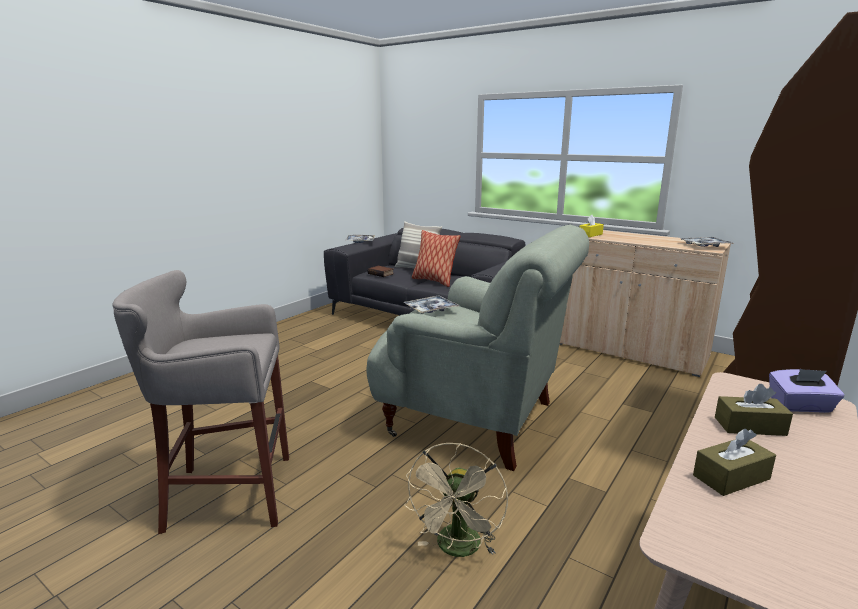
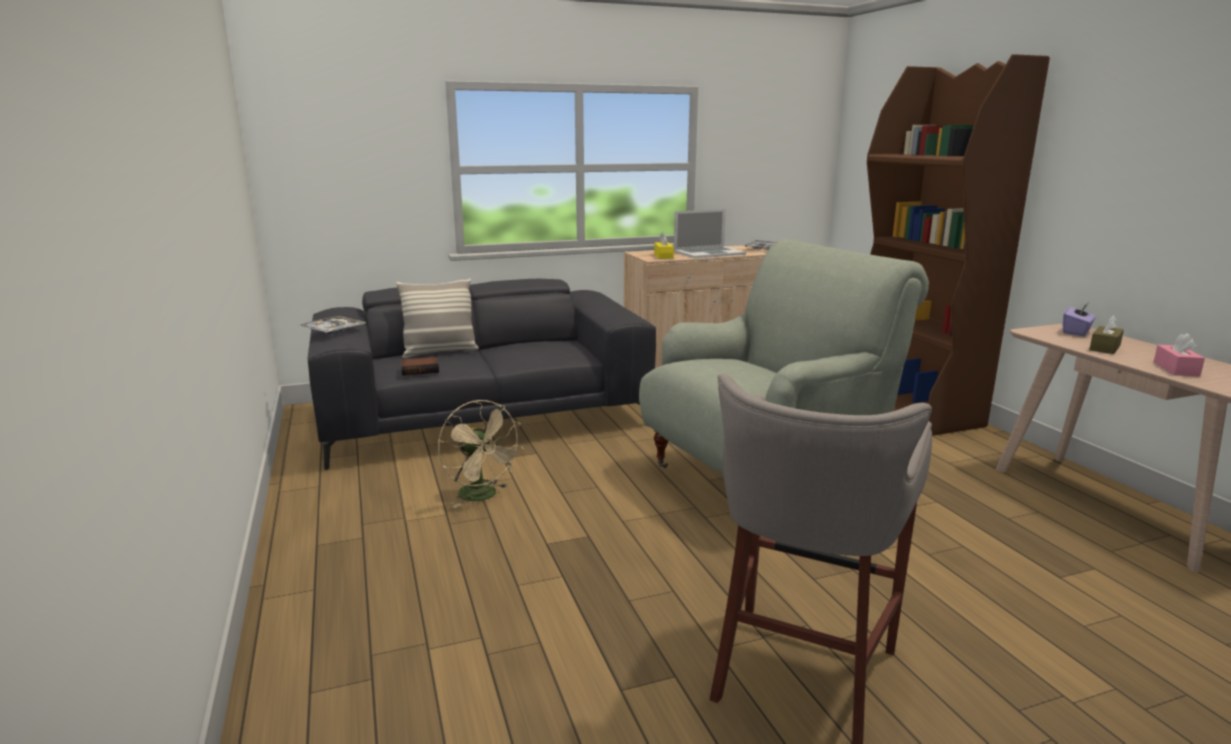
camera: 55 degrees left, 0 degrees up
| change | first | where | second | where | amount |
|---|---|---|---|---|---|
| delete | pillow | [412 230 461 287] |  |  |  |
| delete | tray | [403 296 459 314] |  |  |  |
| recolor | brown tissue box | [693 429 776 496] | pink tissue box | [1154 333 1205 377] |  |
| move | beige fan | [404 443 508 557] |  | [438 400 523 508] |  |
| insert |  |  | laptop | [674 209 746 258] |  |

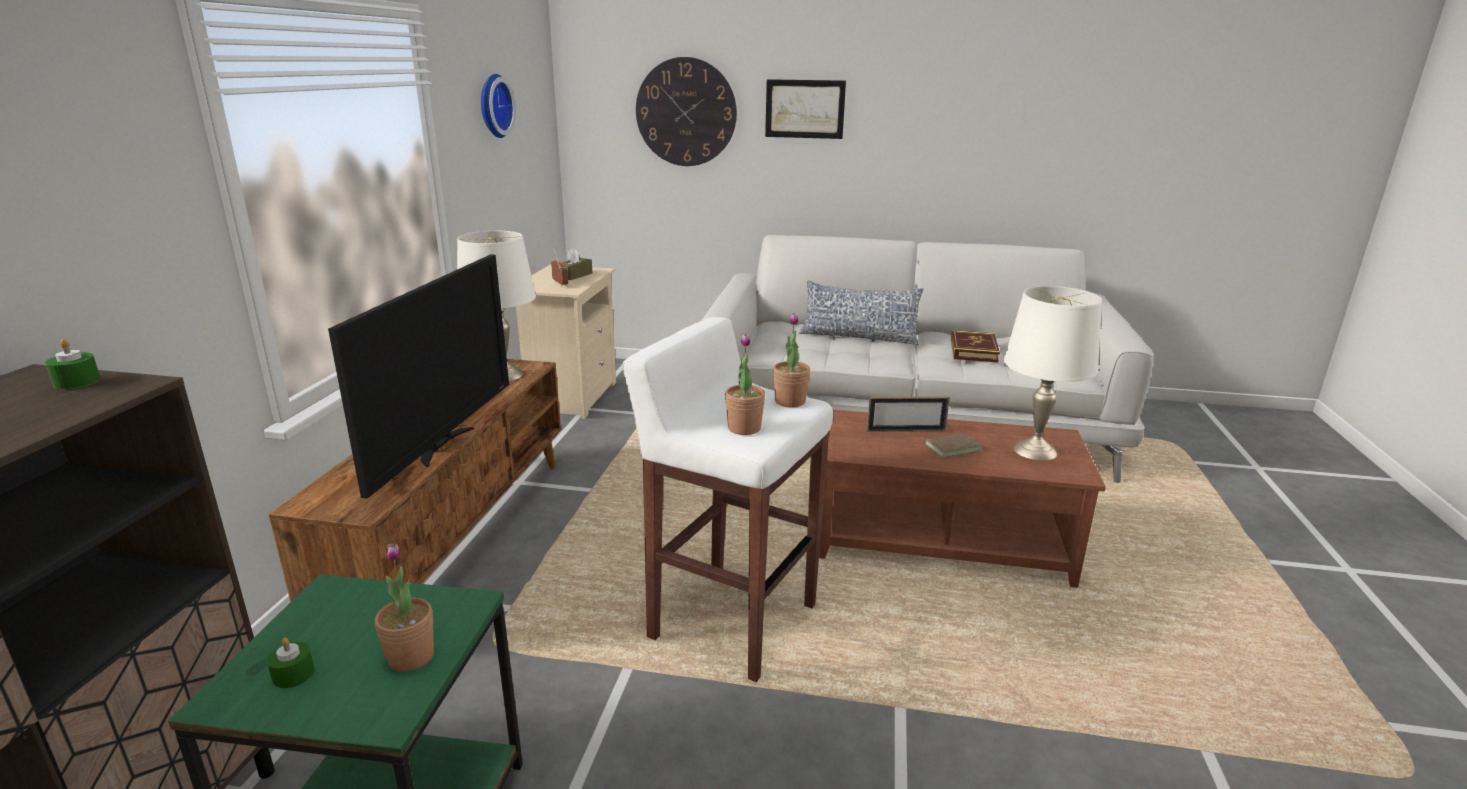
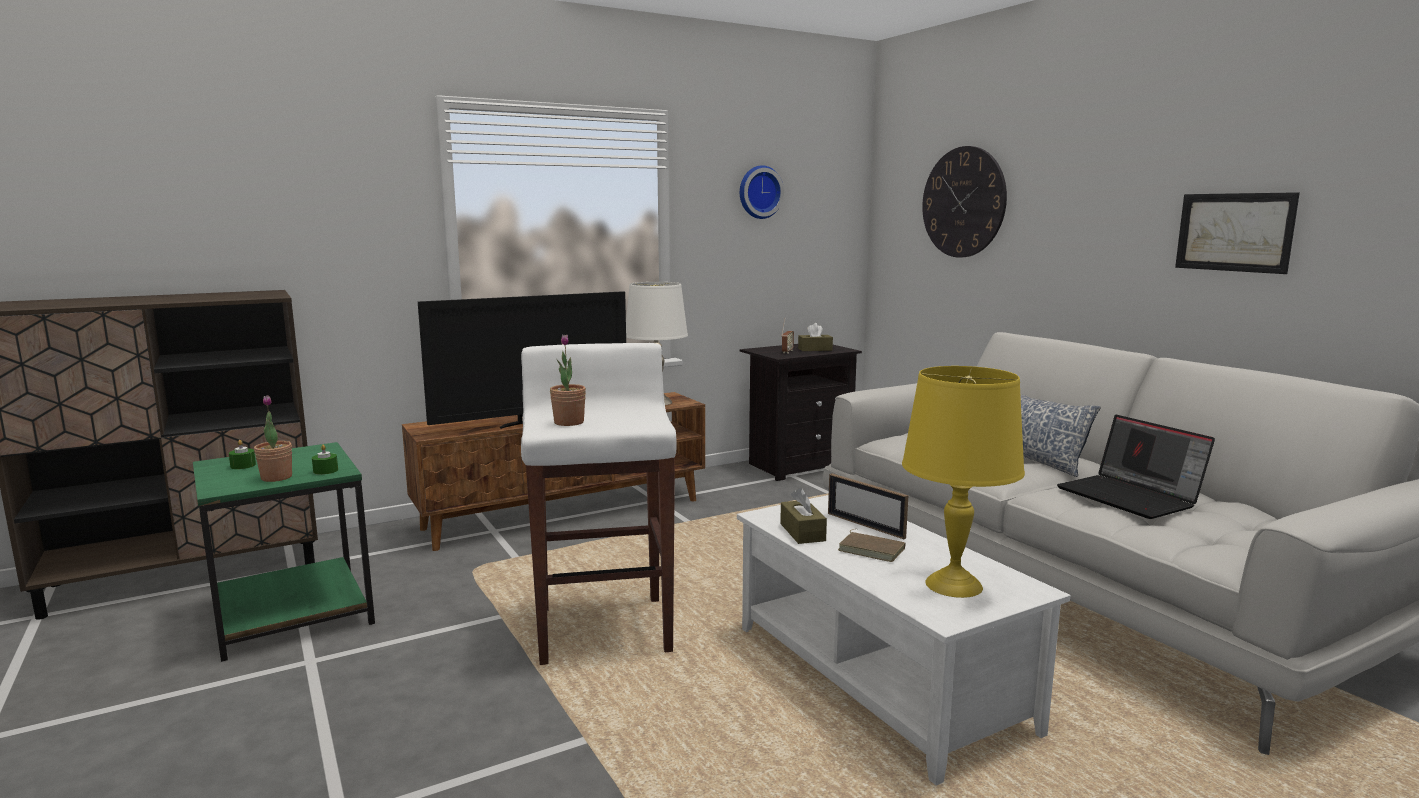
camera: 50 degrees right, 10 degrees down
| change | first | where | second | where | amount |
|---|---|---|---|---|---|
| move | picture | [765 79 846 139] |  | [1175 192 1300 274] |  |
| recolor | beige nightstand | [516 265 616 419] | black nightstand | [740 344 862 481] |  |
| recolor | white table lamp | [1004 286 1102 461] | yellow table lamp | [902 366 1025 598] |  |
| delete | potted plant | [773 313 810 407] |  |  |  |
| replace | book | [951 330 1000 362] | laptop | [1057 415 1215 519] |  |
| move | green candle | [45 339 101 389] |  | [312 445 338 475] |  |
| recolor | brown coffee table | [819 410 1106 588] | white coffee table | [737 495 1070 785] |  |
| insert |  |  | brown tissue box | [780 488 827 544] |  |

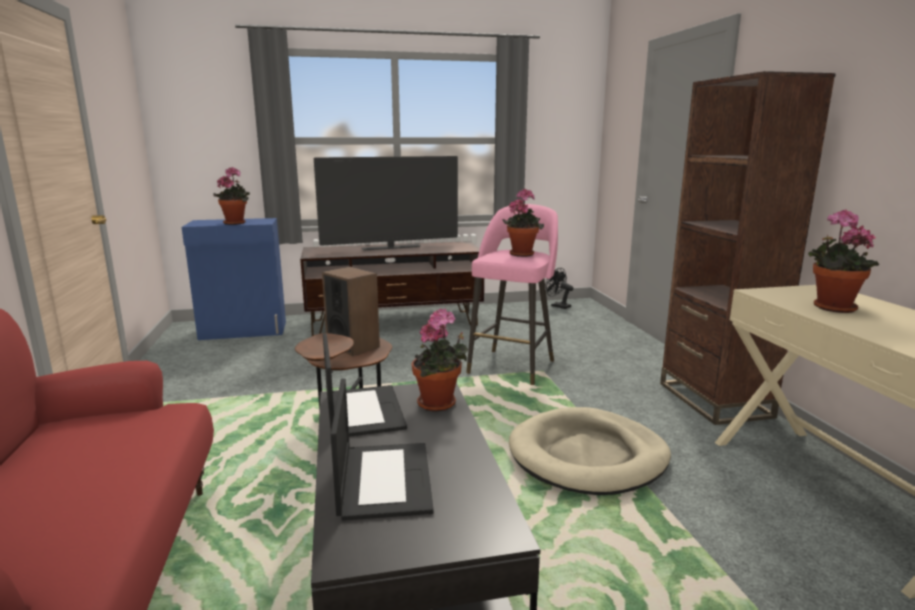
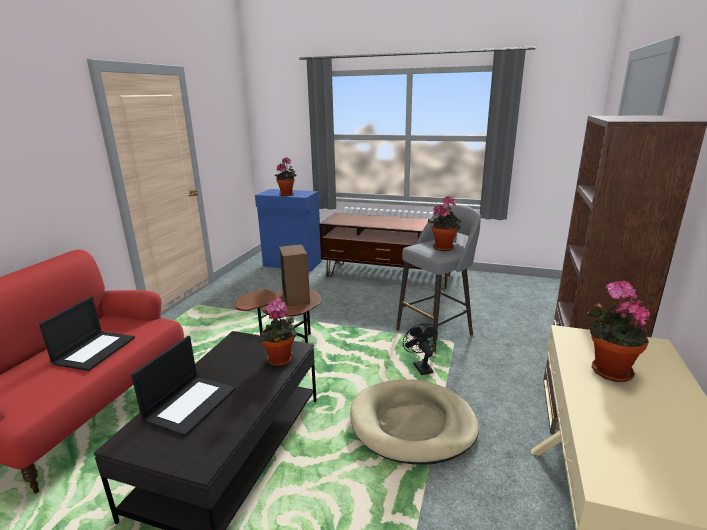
camera: 30 degrees right, 5 degrees up
| change | first | where | second | where | amount |
|---|---|---|---|---|---|
| delete | television | [314 156 458 250] |  |  |  |
| recolor | pink stool | [466 204 558 385] | grey stool | [396 205 481 352] |  |
| move | black fan | [546 268 573 309] |  | [403 323 438 375] |  |
| move | laptop | [323 334 407 437] |  | [39 297 135 371] |  |

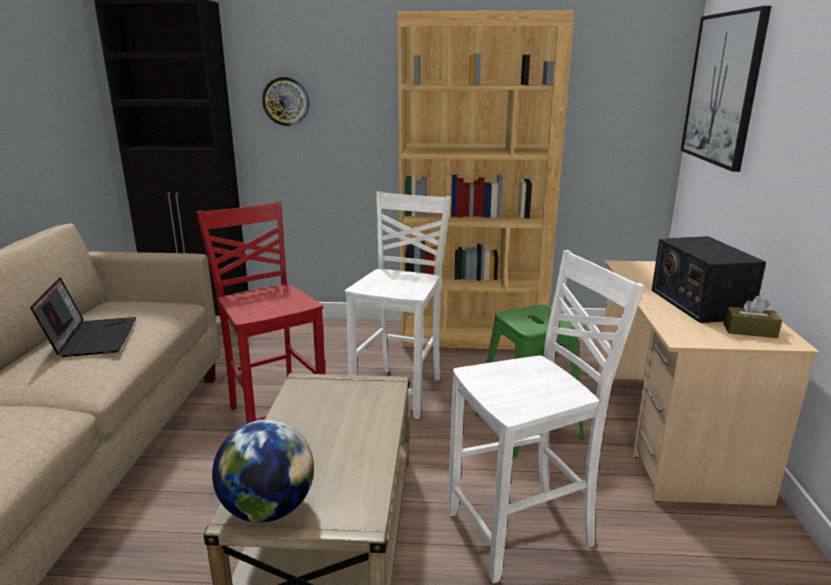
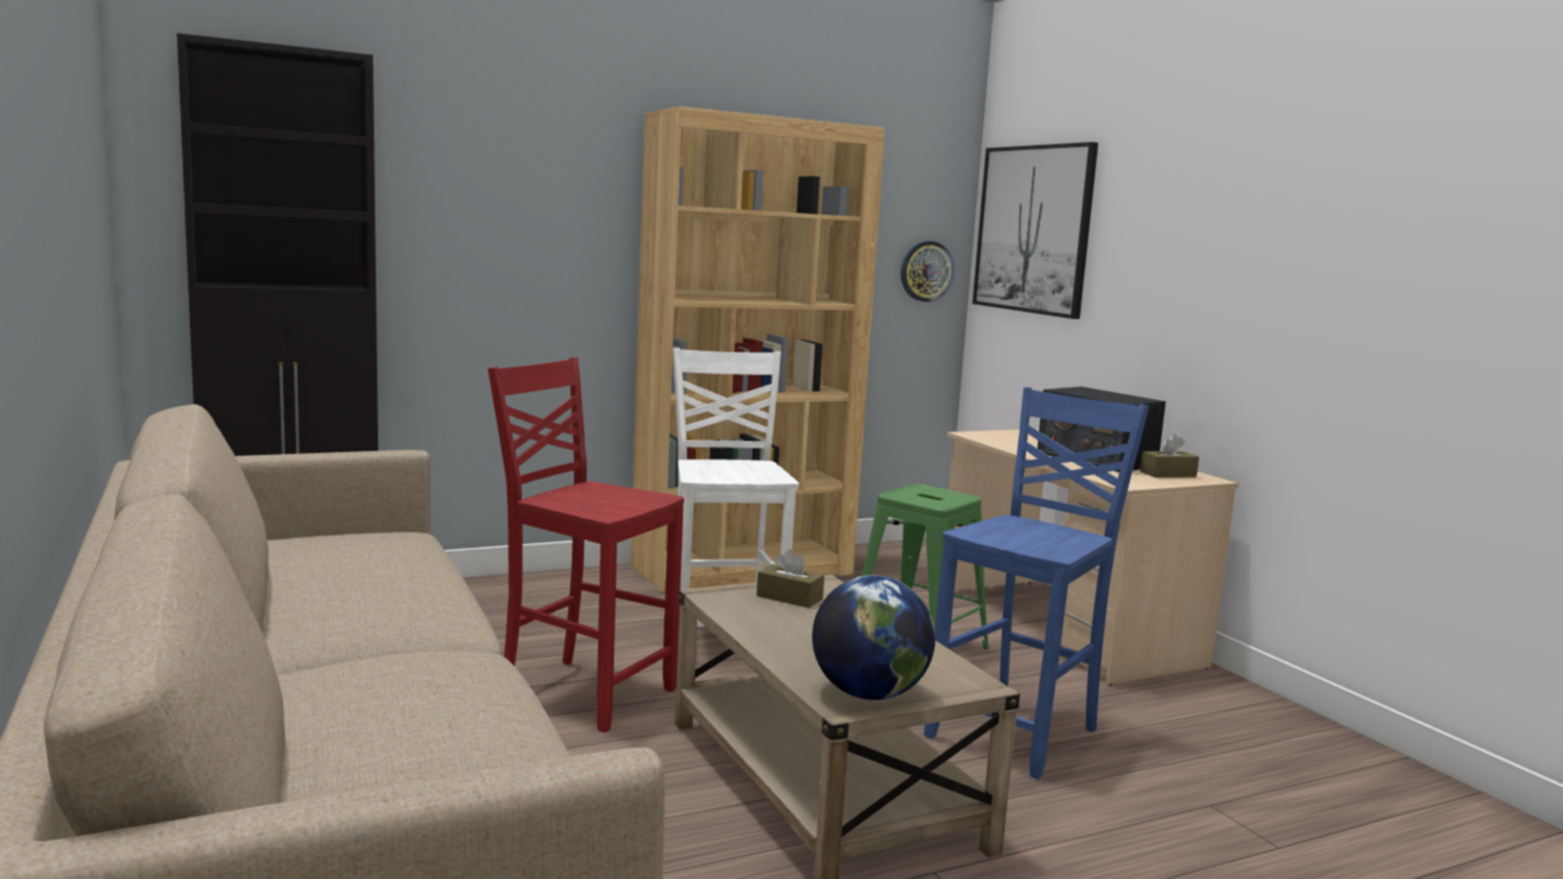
camera: 30 degrees left, 10 degrees down
| change | first | where | second | where | amount |
|---|---|---|---|---|---|
| move | wall clock | [262 77 309 126] |  | [901 241 954 302] |  |
| recolor | white chair | [447 250 645 583] | blue chair | [924 387 1149 779] |  |
| delete | laptop | [30 277 136 357] |  |  |  |
| insert |  |  | brown tissue box | [757 549 824 608] |  |

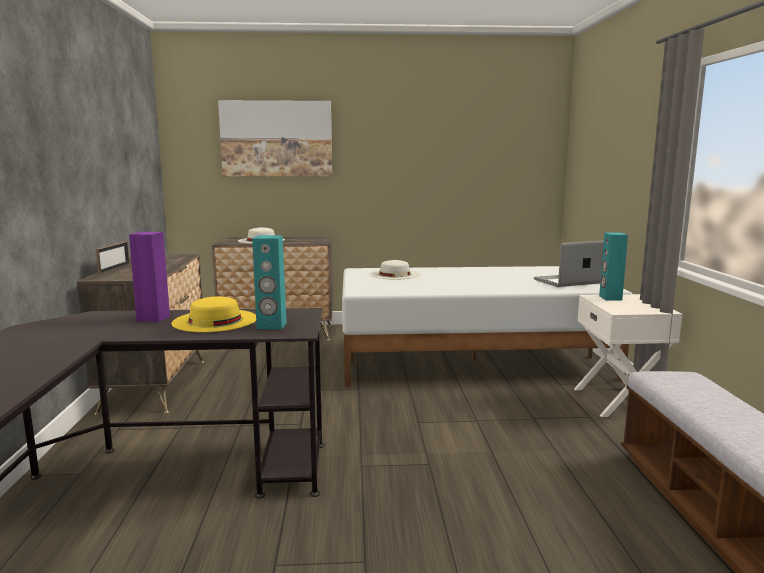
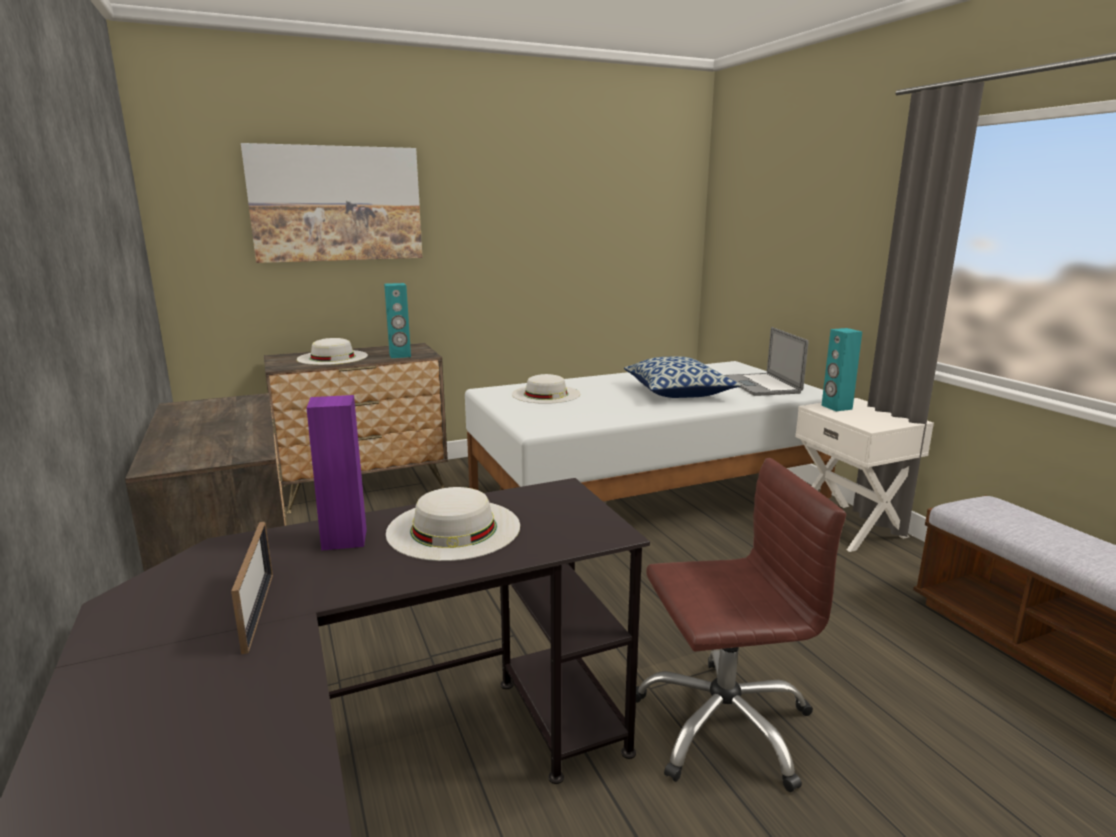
camera: 20 degrees left, 5 degrees up
| change | first | where | second | where | amount |
|---|---|---|---|---|---|
| move | turquoise speaker | [252 235 287 330] |  | [384 283 411 358] |  |
| rotate | laptop | [534 241 604 287] |  | [724 327 808 396] | 60 degrees counterclockwise |
| move | picture frame | [96 242 130 274] |  | [231 522 273 654] |  |
| recolor | yellow hat | [172 296 256 332] | white hat | [386 487 520 561] |  |
| insert |  |  | pillow | [624 357 741 398] |  |
| insert |  |  | brown office chair | [636 458 846 792] |  |

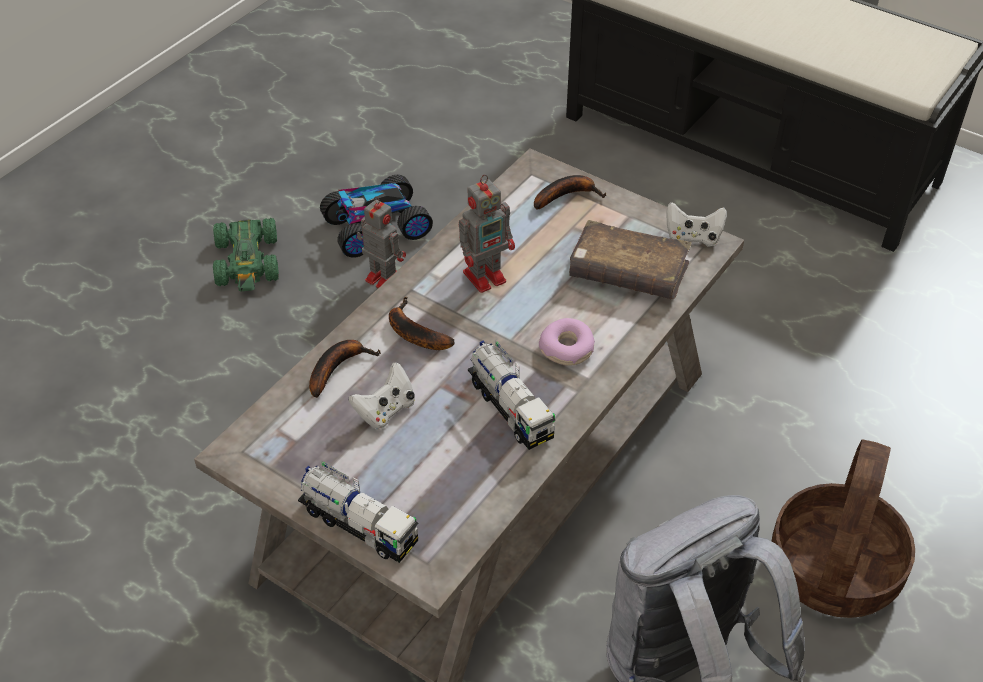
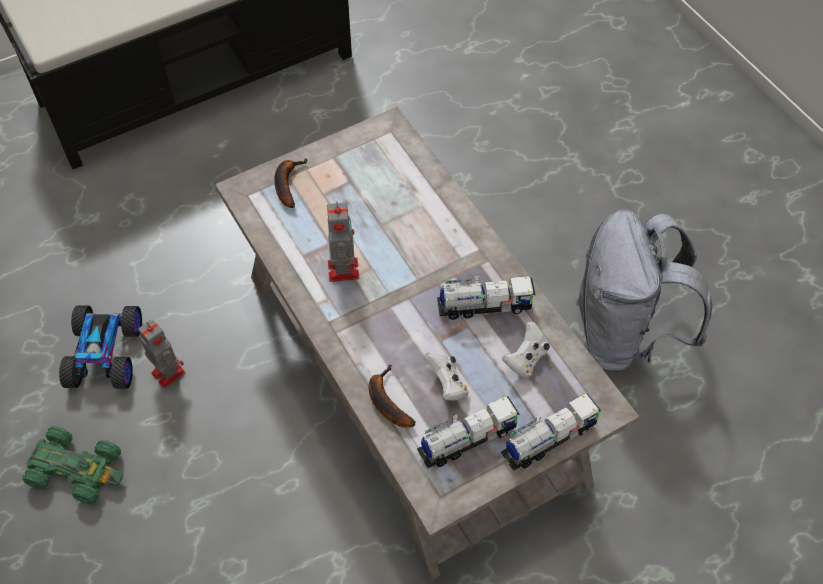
camera: 65 degrees left, 10 degrees up
| change | first | where | second | where | amount |
|---|---|---|---|---|---|
| rotate | toy robot | [357 196 406 288] |  | [138 319 185 388] | 75 degrees clockwise |
| move | white game controller | [666 202 727 247] |  | [502 322 550 378] |  |
| delete | brown book | [569 220 692 300] |  |  |  |
| delete | banana | [389 297 455 350] |  |  |  |
| delete | donut | [539 318 595 366] |  |  |  |
| delete | basket | [772 439 915 618] |  |  |  |
| insert |  |  | toy truck | [417 396 520 468] |  |

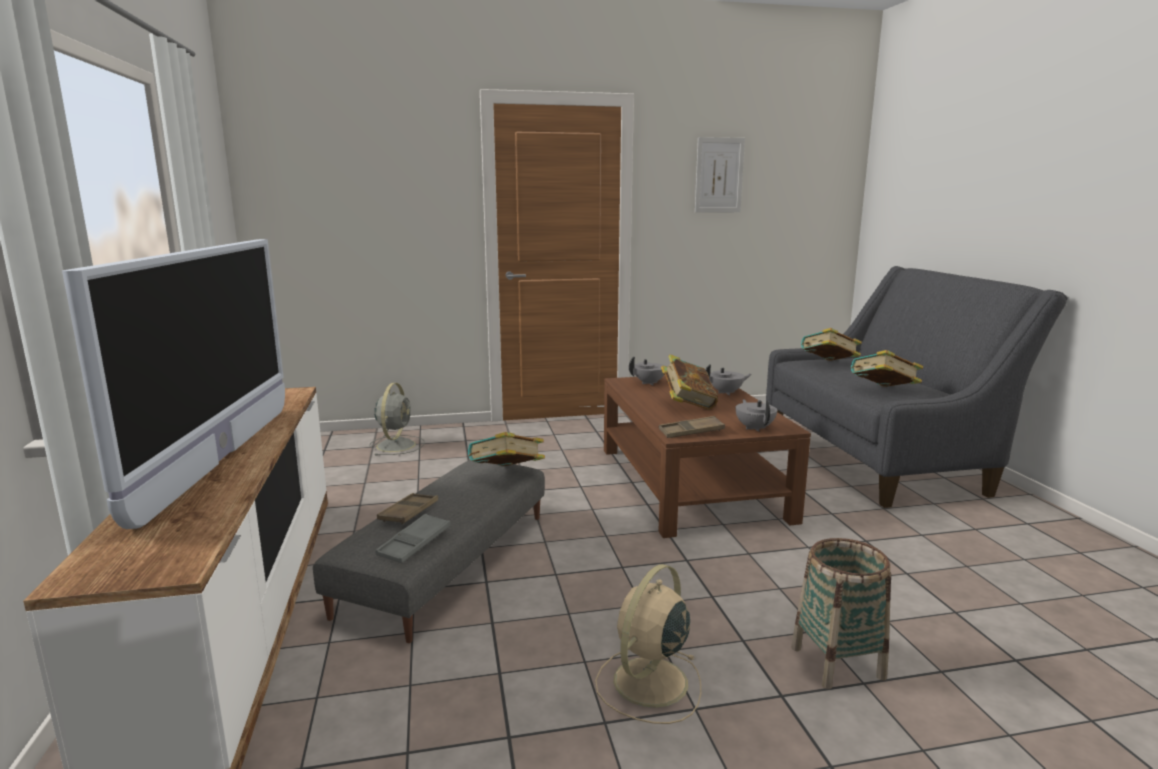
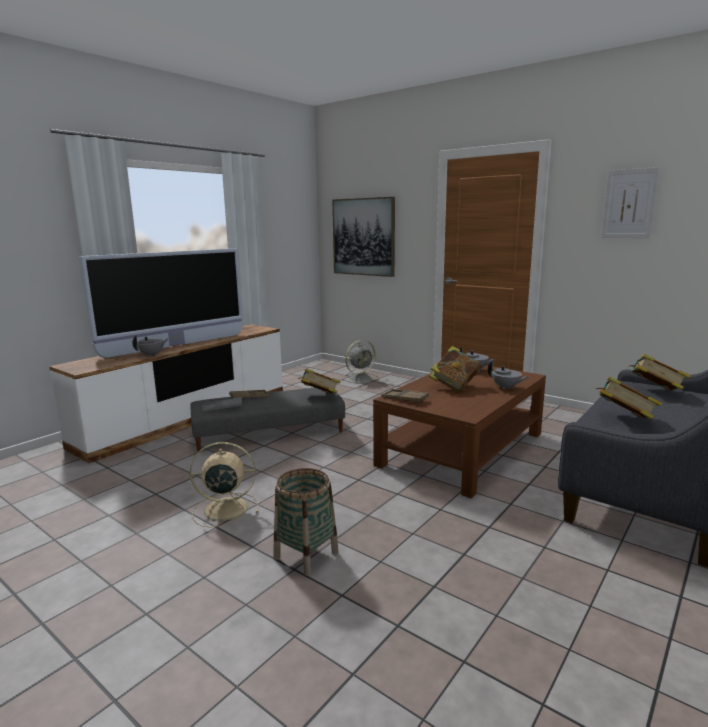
camera: 50 degrees right, 0 degrees up
| change | first | where | second | where | amount |
|---|---|---|---|---|---|
| move | grey teapot | [735 399 777 432] |  | [132 335 169 357] |  |
| insert |  |  | picture | [332 197 395 277] |  |

